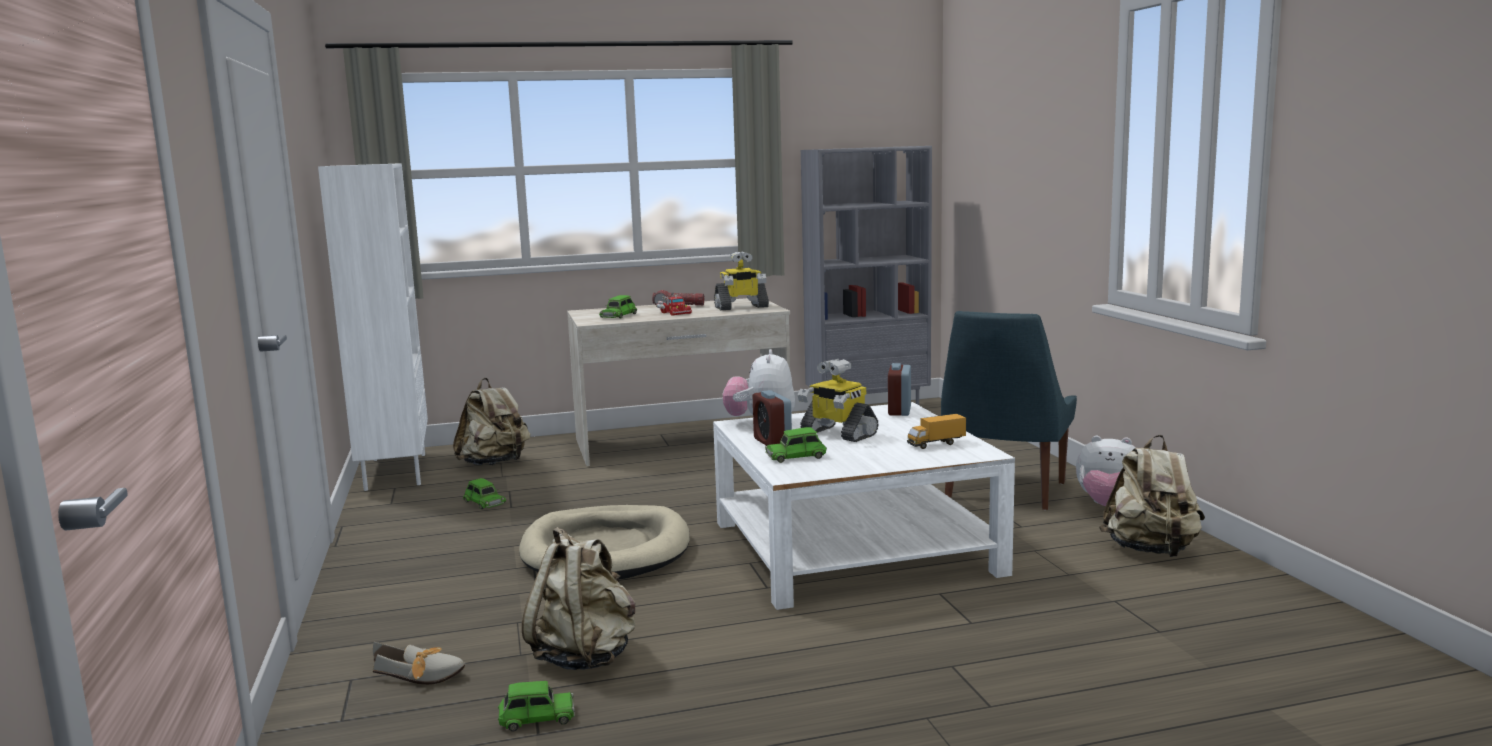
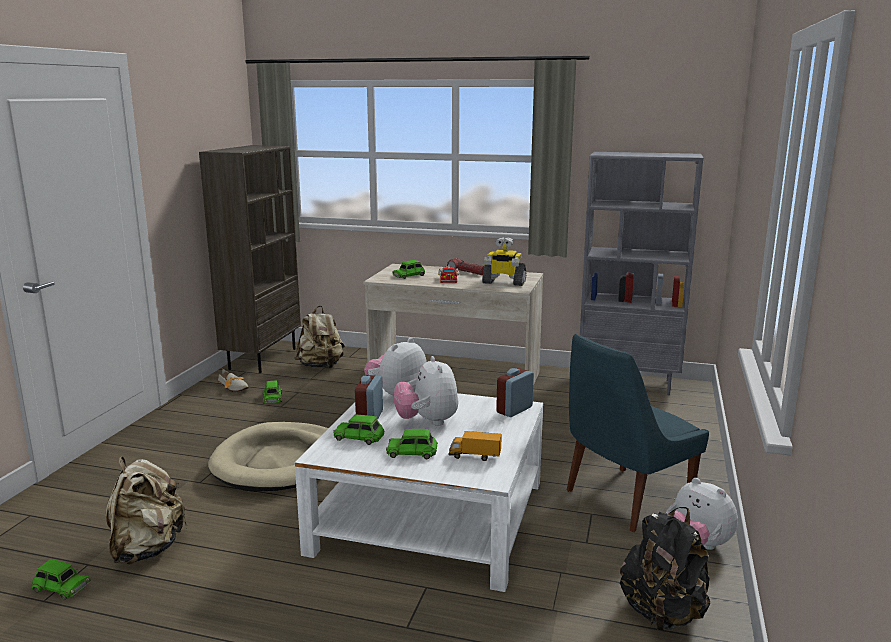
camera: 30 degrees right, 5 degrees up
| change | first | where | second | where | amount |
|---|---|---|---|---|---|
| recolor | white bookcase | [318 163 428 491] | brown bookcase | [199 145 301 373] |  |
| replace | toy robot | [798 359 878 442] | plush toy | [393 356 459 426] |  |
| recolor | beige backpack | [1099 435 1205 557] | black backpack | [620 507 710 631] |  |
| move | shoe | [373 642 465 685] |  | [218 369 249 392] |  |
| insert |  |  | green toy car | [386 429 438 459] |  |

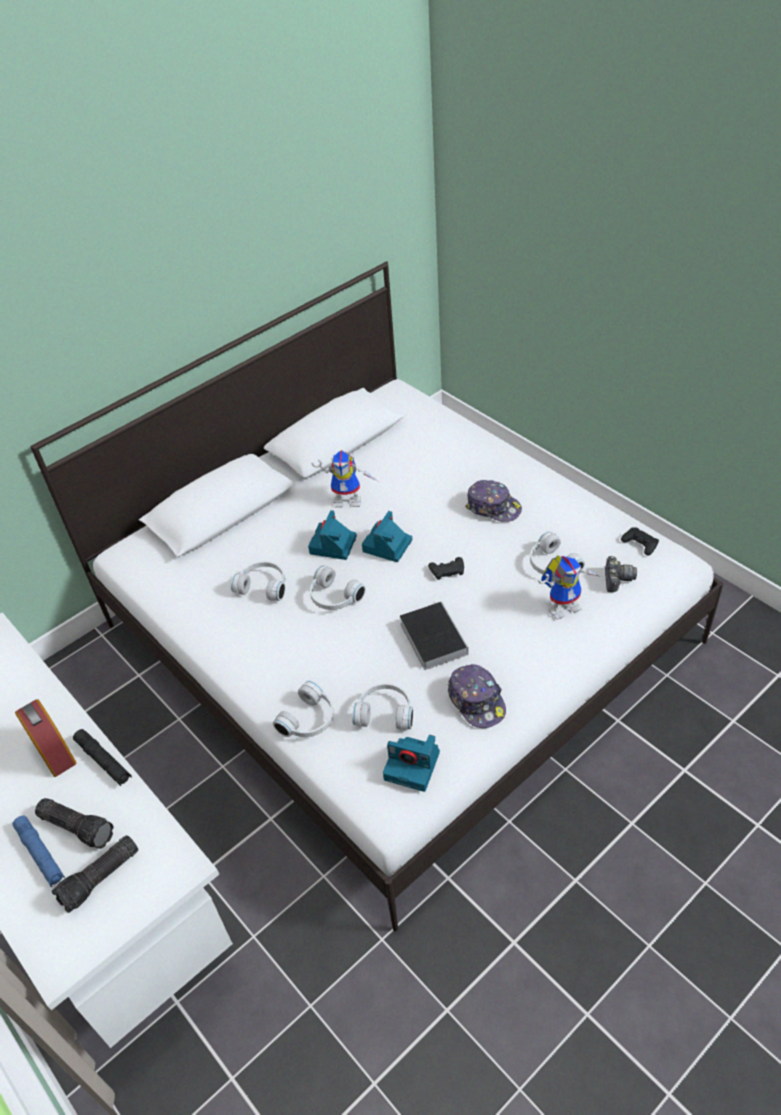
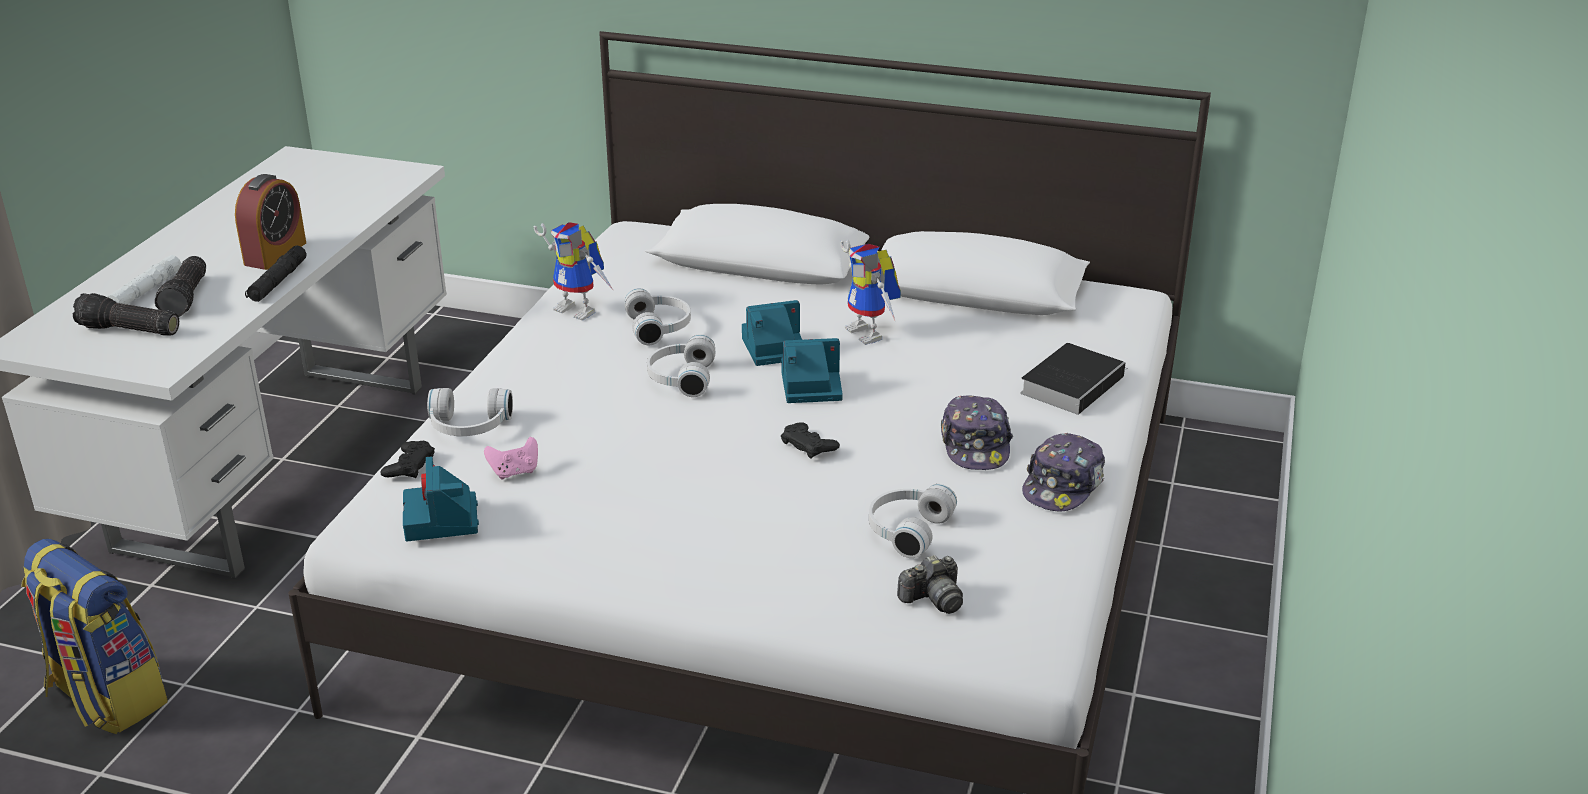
camera: 55 degrees right, 15 degrees down
| change | first | where | second | where | amount |
|---|---|---|---|---|---|
| move | black game controller | [621 527 659 556] |  | [380 441 435 478] |  |
| move | toy robot | [538 555 599 620] |  | [533 222 614 321] |  |
| move | book | [400 601 468 670] |  | [1020 343 1128 415] |  |
| move | cap | [448 664 506 728] |  | [1022 433 1105 512] |  |
| replace | white headphones | [352 683 413 730] | pink game controller | [484 437 538 480] |  |
| recolor | blue flashlight | [12 815 65 887] | white flashlight | [107 255 182 305] |  |
| insert |  |  | backpack | [21 539 168 734] |  |

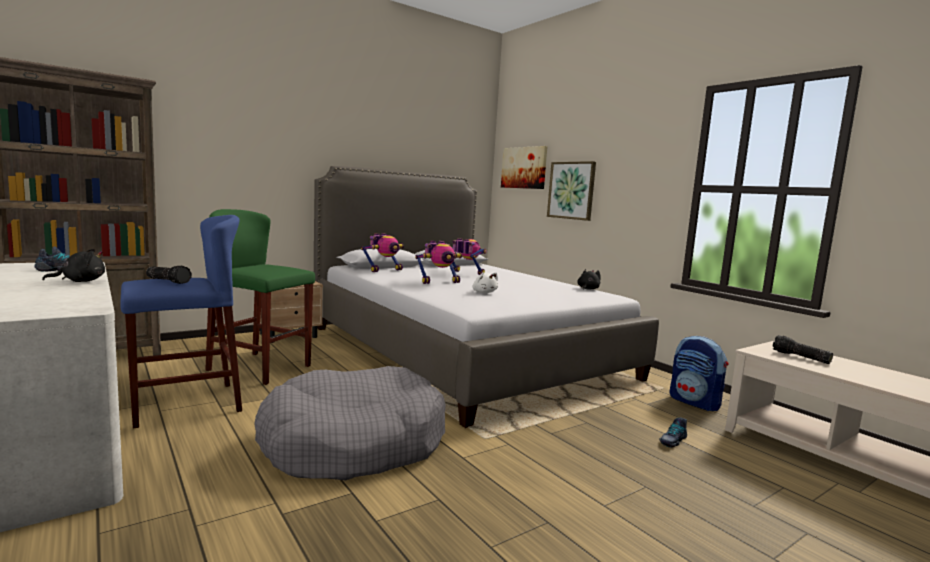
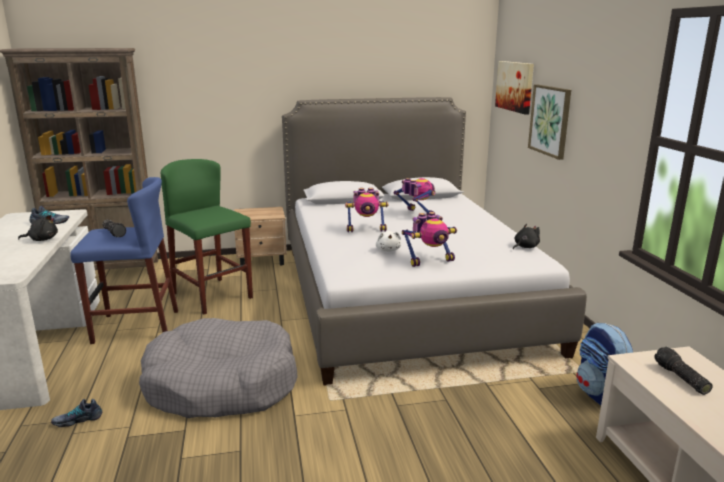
camera: 25 degrees right, 10 degrees up
| change | first | where | second | where | amount |
|---|---|---|---|---|---|
| move | toy robot | [361 233 404 272] |  | [402 212 457 267] |  |
| move | shoe | [659 418 687 448] |  | [51 399 102 427] |  |

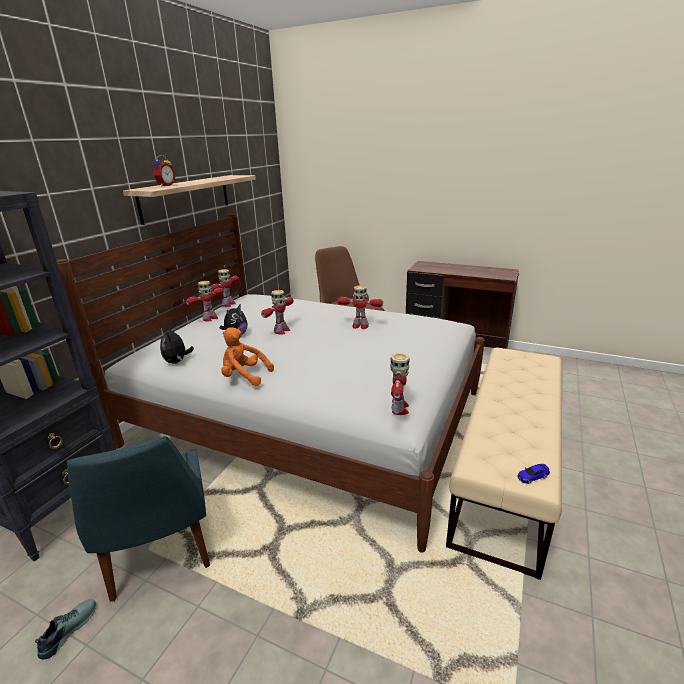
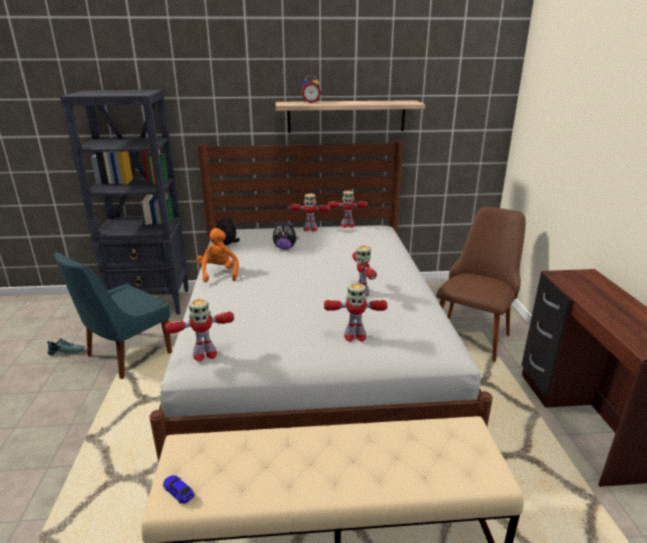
camera: 60 degrees right, 0 degrees up
| change | first | where | second | where | amount |
|---|---|---|---|---|---|
| move | toy robot | [261 290 294 335] |  | [324 283 388 342] |  |

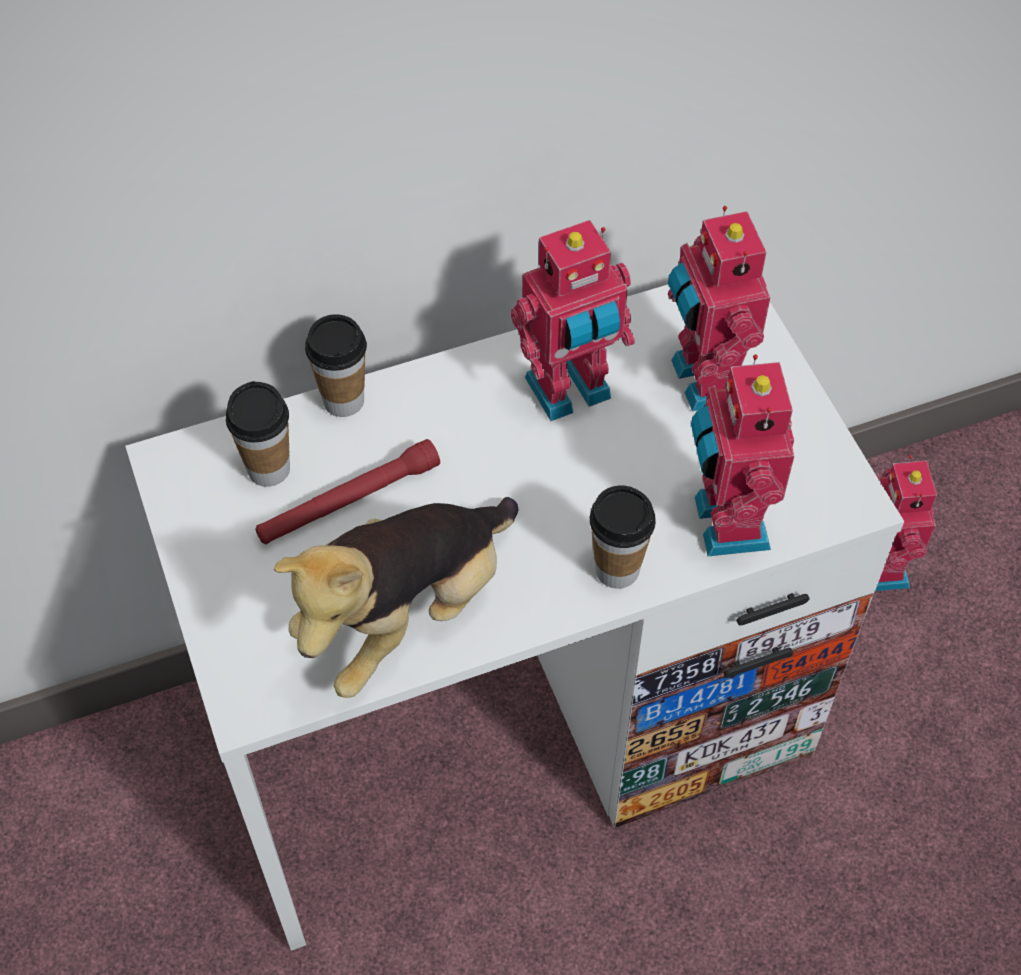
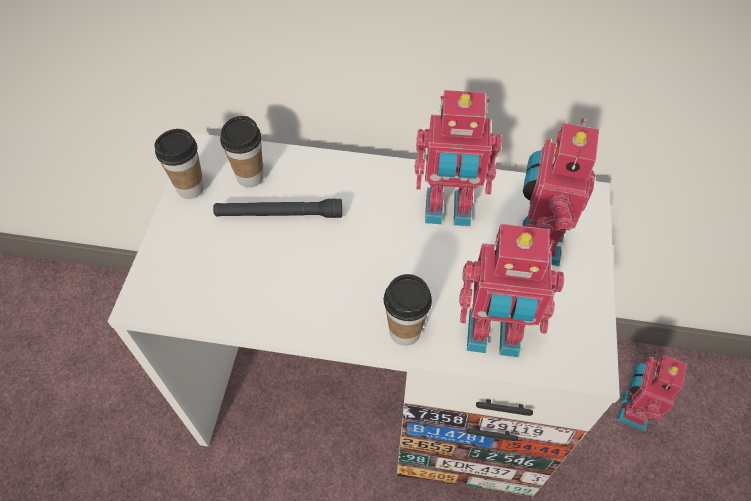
camera: 30 degrees right, 0 degrees up
| change | first | where | second | where | amount |
|---|---|---|---|---|---|
| move | cup | [305 314 367 417] |  | [155 129 204 199] |  |
| rotate | toy robot | [691 354 795 556] |  | [459 224 564 357] | 105 degrees counterclockwise |
| recolor | red flashlight | [256 439 440 544] | black flashlight | [213 198 342 218] |  |
| delete | plush toy | [274 497 518 698] |  |  |  |

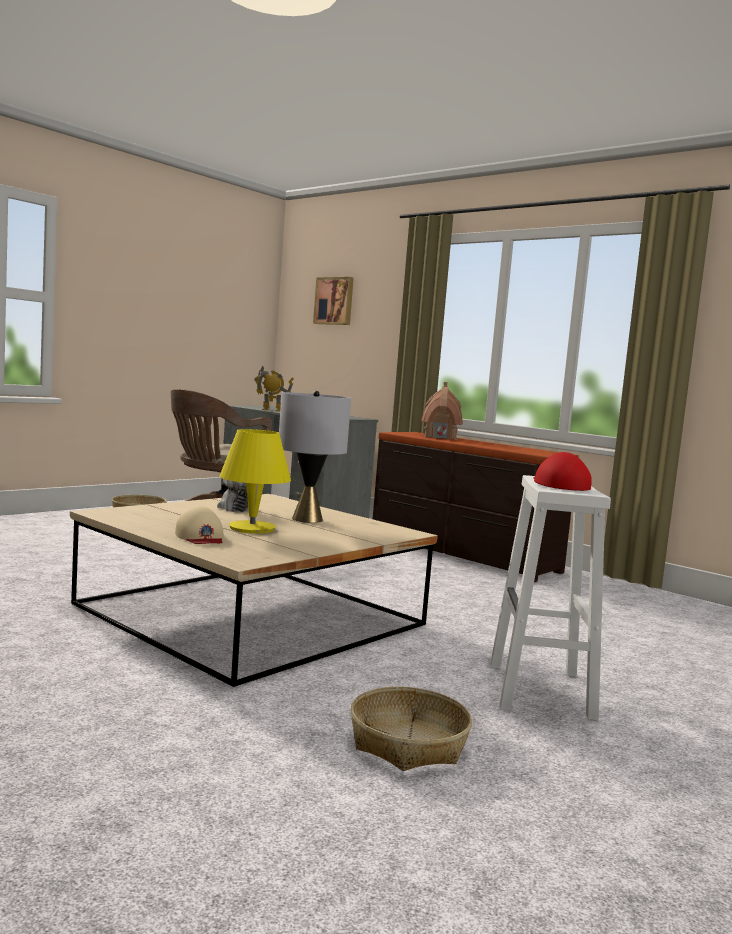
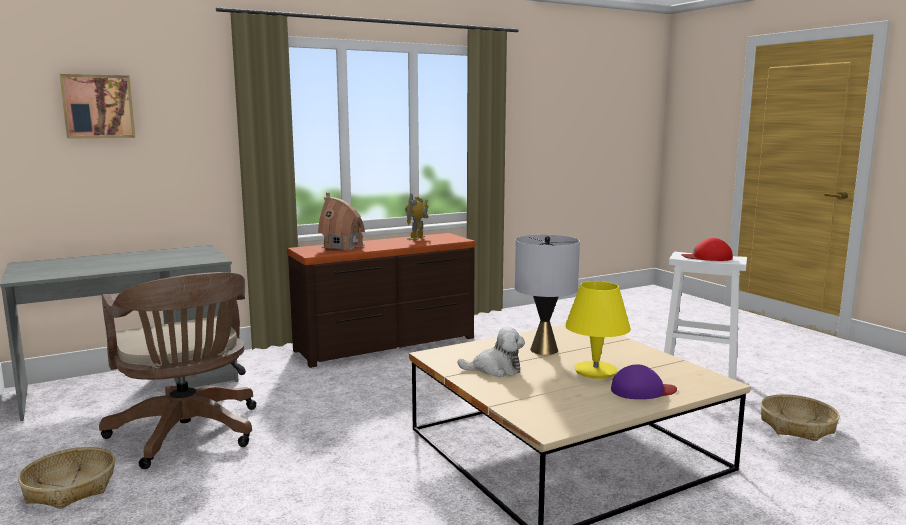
camera: 70 degrees left, 5 degrees up
| change | first | where | second | where | amount |
|---|---|---|---|---|---|
| move | toy robot | [254 366 294 411] |  | [405 194 429 240] |  |
| recolor | beige cap | [175 506 224 544] | purple cap | [611 364 677 399] |  |

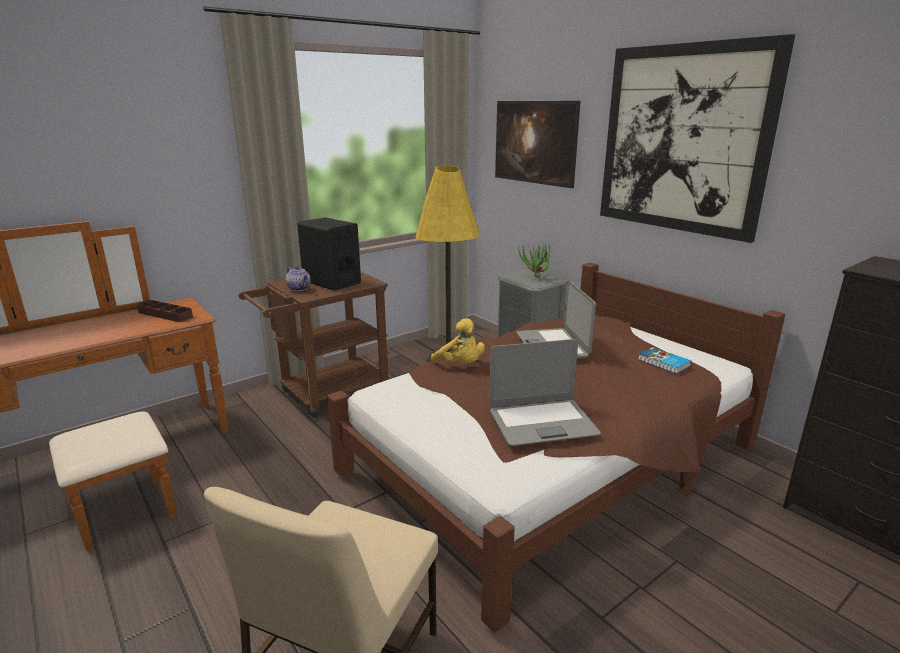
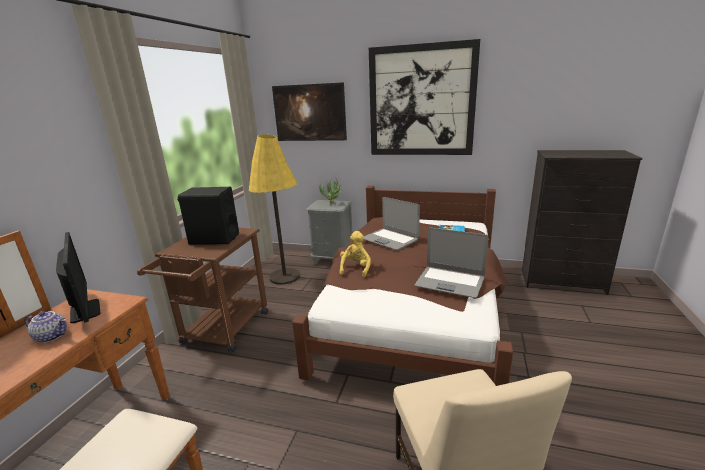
camera: 35 degrees left, 0 degrees up
| change | first | where | second | where | amount |
|---|---|---|---|---|---|
| move | teapot | [286 266 311 291] |  | [24 311 67 343] |  |
| replace | brown tray | [137 300 193 322] | monitor | [56 232 101 323] |  |
| rotate | yellow plush toy | [431 318 485 364] |  | [339 231 371 277] | 90 degrees counterclockwise |
| rotate | laptop | [489 339 601 446] |  | [415 228 488 298] | 75 degrees clockwise |

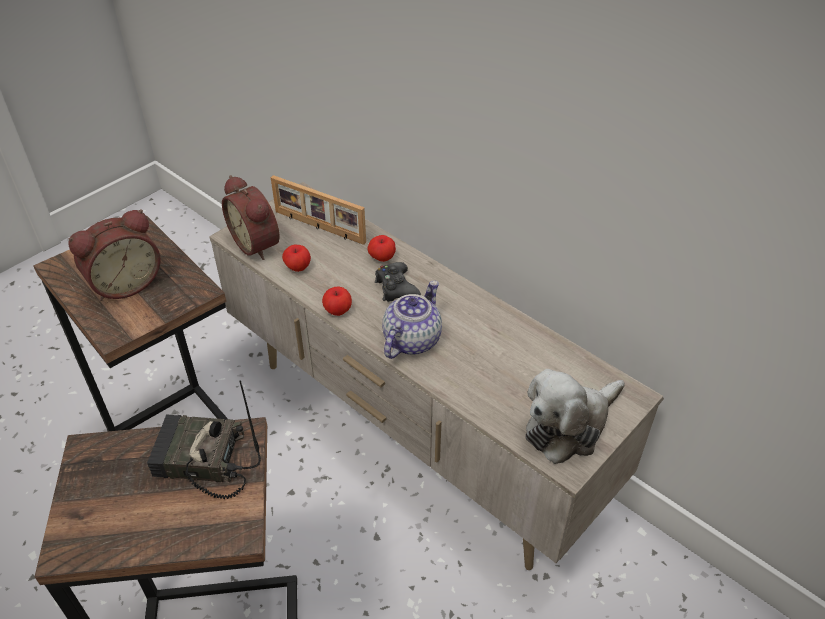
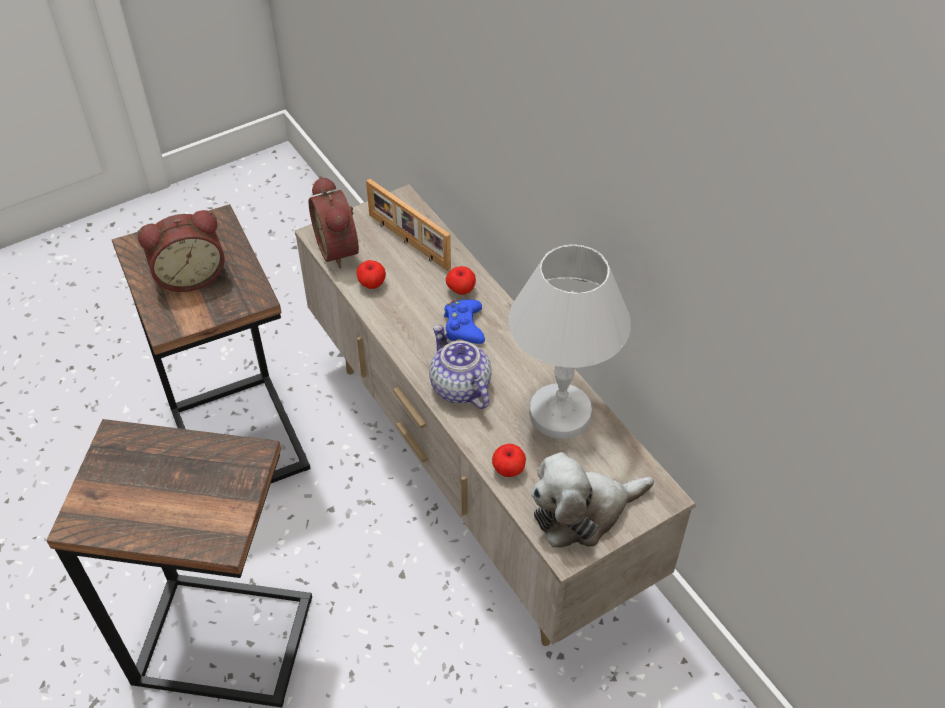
camera: 15 degrees right, 5 degrees up
| change | first | where | second | where | amount |
|---|---|---|---|---|---|
| recolor | black game controller | [375 262 421 302] | blue game controller | [444 299 485 344] |  |
| rotate | teapot | [382 281 442 359] |  | [429 325 492 409] | 75 degrees counterclockwise |
| move | apple | [322 286 352 316] |  | [492 444 526 477] |  |
| delete | radio | [147 381 261 500] |  |  |  |
| insert |  |  | white table lamp | [509 244 631 439] |  |

